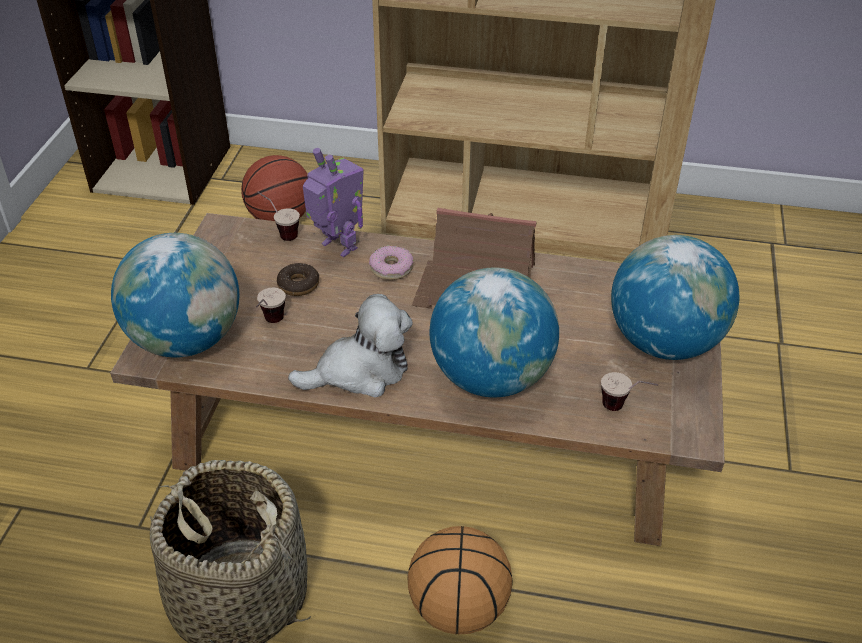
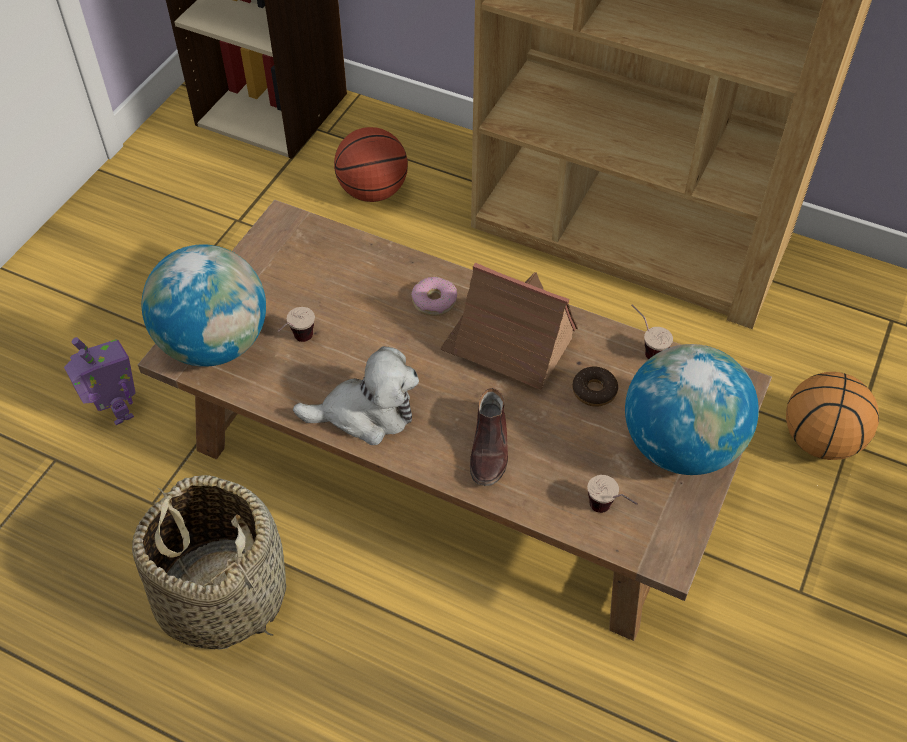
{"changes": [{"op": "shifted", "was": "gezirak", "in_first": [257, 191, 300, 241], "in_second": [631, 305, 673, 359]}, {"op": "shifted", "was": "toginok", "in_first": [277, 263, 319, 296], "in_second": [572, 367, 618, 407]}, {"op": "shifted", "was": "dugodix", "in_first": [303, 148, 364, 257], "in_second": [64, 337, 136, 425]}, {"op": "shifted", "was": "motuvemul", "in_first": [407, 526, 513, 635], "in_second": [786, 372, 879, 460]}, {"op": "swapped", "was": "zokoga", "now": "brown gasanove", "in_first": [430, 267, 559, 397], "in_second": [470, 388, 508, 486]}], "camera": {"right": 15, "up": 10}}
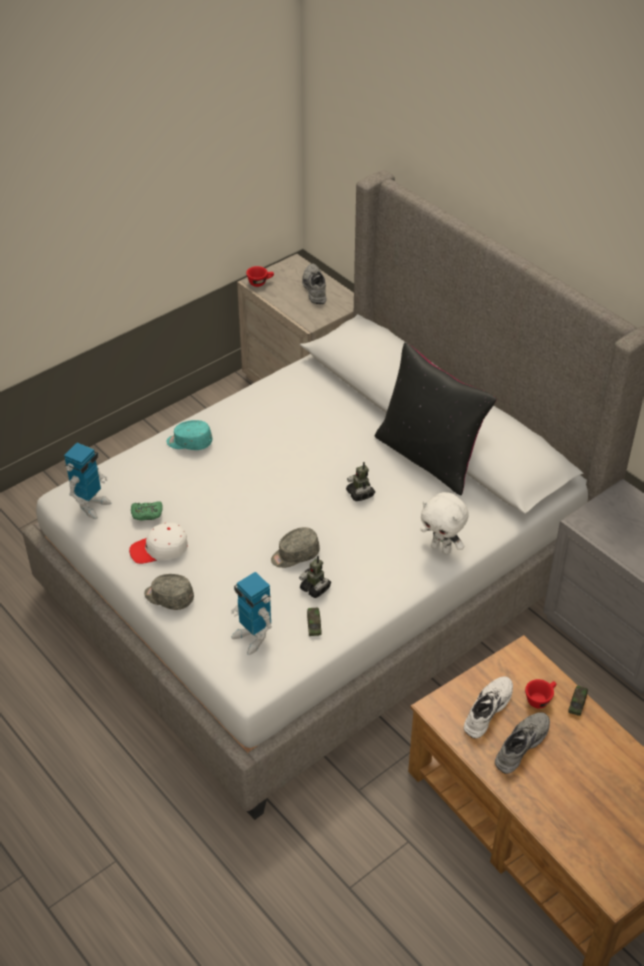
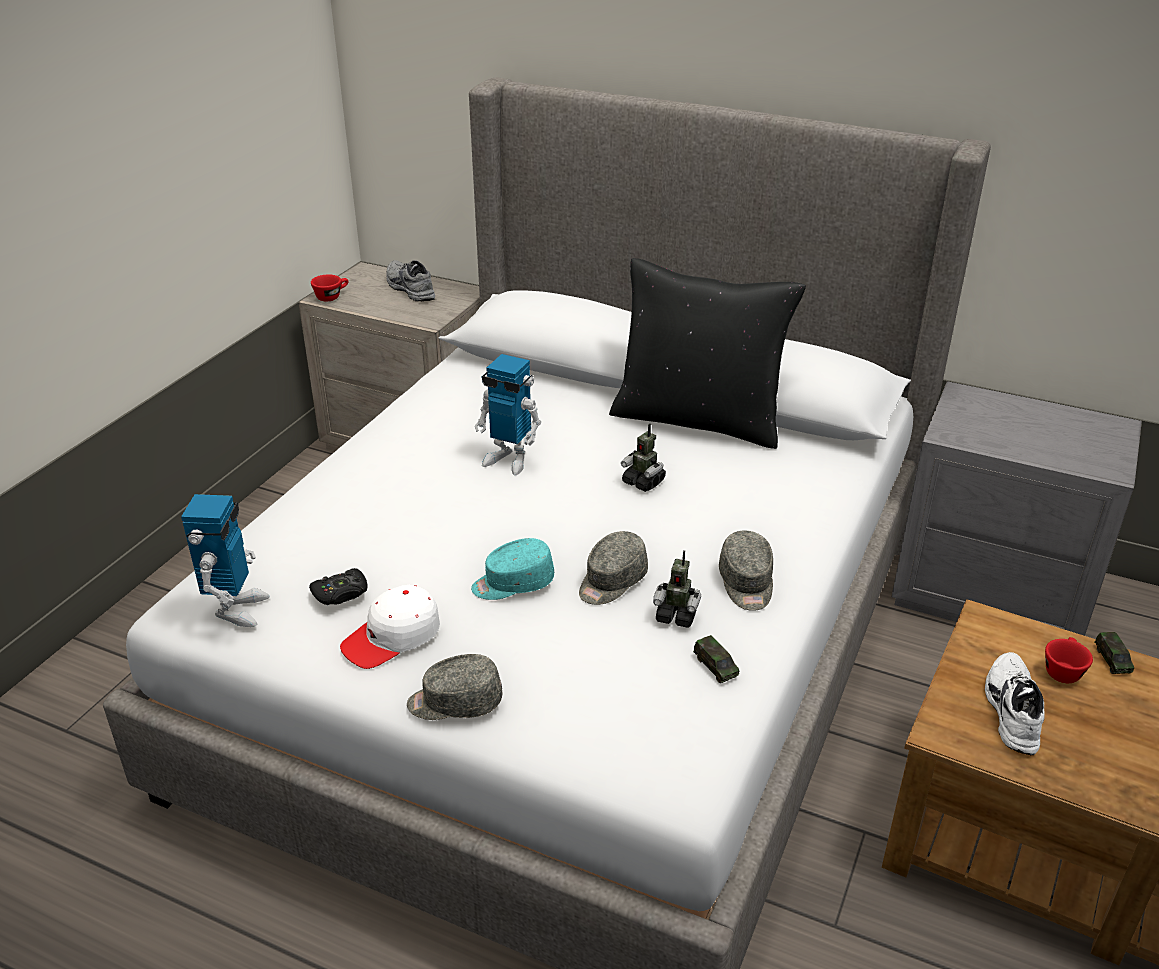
{"changes": [{"op": "repainted", "was": "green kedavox", "now": "black kedavox", "in_first": [131, 501, 163, 520], "in_second": [309, 568, 367, 605]}, {"op": "shifted", "was": "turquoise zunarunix", "in_first": [166, 420, 212, 450], "in_second": [471, 538, 554, 600]}, {"op": "shifted", "was": "dugodix", "in_first": [231, 572, 272, 655], "in_second": [475, 354, 541, 475]}, {"op": "gone", "was": "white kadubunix", "in_first": [420, 492, 469, 555]}, {"op": "gone", "was": "grey gasanove", "in_first": [495, 712, 550, 774]}, {"op": "new", "now": "grey zunarunix", "in_second": [719, 530, 773, 611]}], "camera": {"right": -25, "up": -10}}
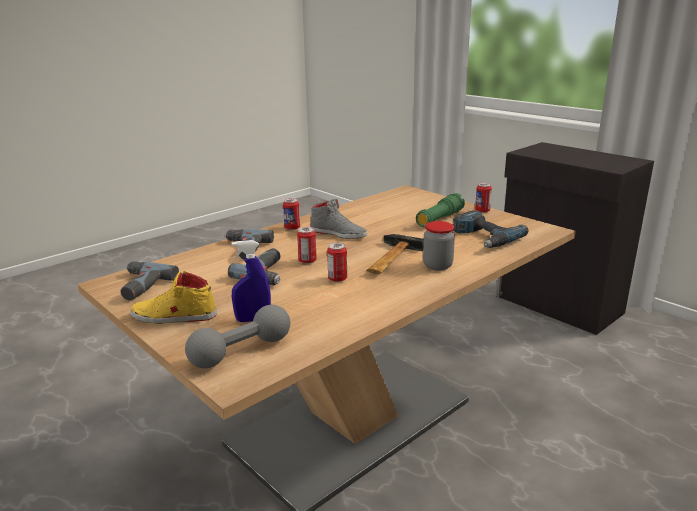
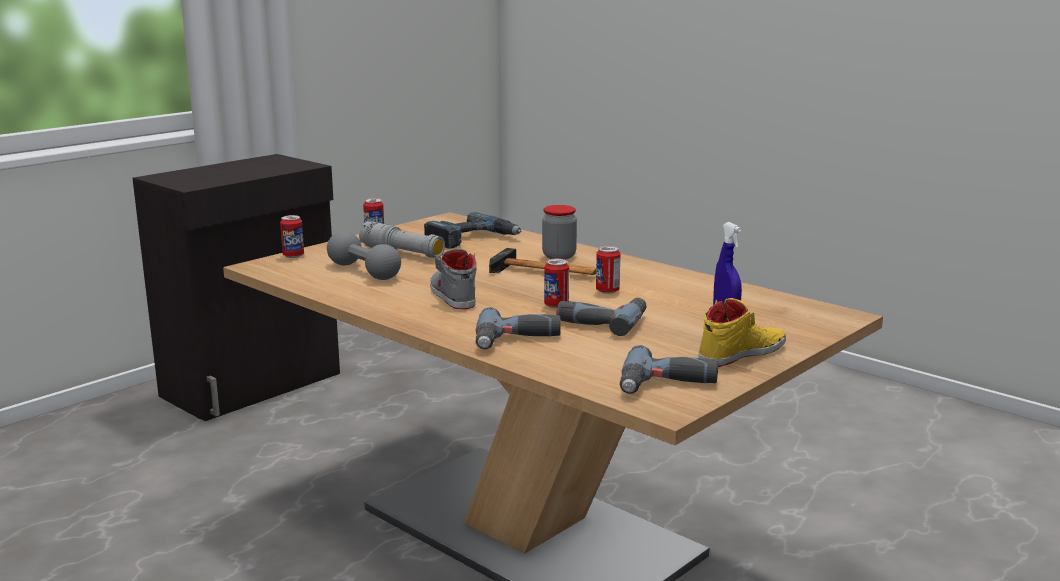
{"changes": [{"op": "rotated", "was": "yellow gasanove", "in_first": [130, 271, 217, 324], "in_second": [698, 298, 786, 367], "clockwise": -120}, {"op": "shifted", "was": "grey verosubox", "in_first": [185, 305, 290, 368], "in_second": [327, 231, 401, 280]}, {"op": "shifted", "was": "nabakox", "in_first": [283, 198, 300, 230], "in_second": [280, 215, 304, 258]}, {"op": "rotated", "was": "grey gasanove", "in_first": [310, 199, 367, 239], "in_second": [430, 249, 477, 309], "clockwise": -45}, {"op": "repainted", "was": "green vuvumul", "now": "grey vuvumul", "in_first": [416, 193, 465, 227], "in_second": [359, 221, 445, 258]}], "camera": {"right": -95, "up": -5}}
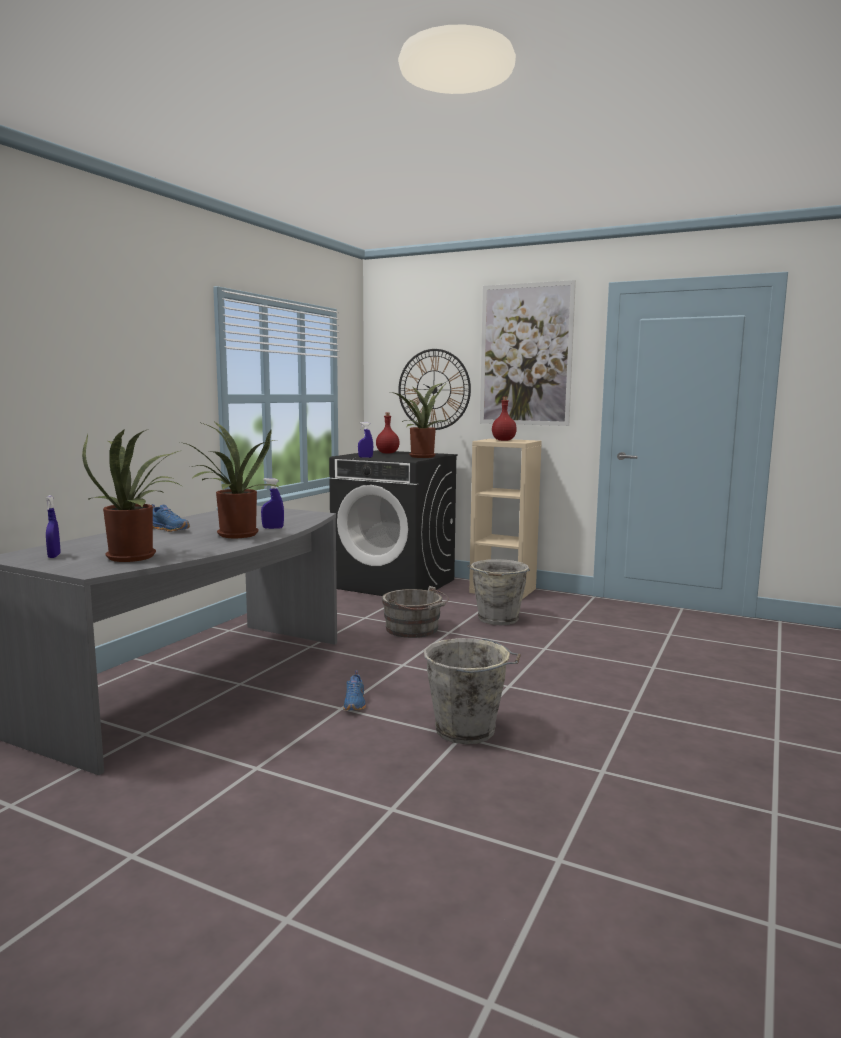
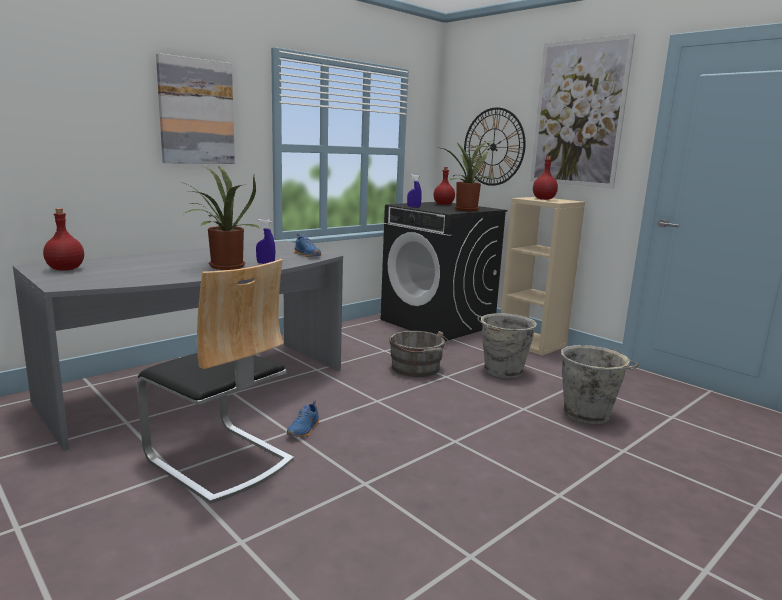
{"changes": [{"op": "swapped", "was": "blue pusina", "now": "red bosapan", "in_first": [45, 495, 60, 558], "in_second": [43, 208, 84, 271]}, {"op": "gone", "was": "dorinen", "in_first": [82, 429, 180, 562]}, {"op": "shifted", "was": "blue gasanove", "in_first": [151, 504, 190, 532], "in_second": [294, 234, 321, 257]}, {"op": "shifted", "was": "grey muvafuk", "in_first": [424, 638, 521, 744], "in_second": [561, 345, 639, 424]}, {"op": "new", "now": "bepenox", "in_second": [137, 259, 294, 504]}, {"op": "new", "now": "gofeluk", "in_second": [156, 53, 235, 164]}], "camera": {"right": 20, "up": 5}}
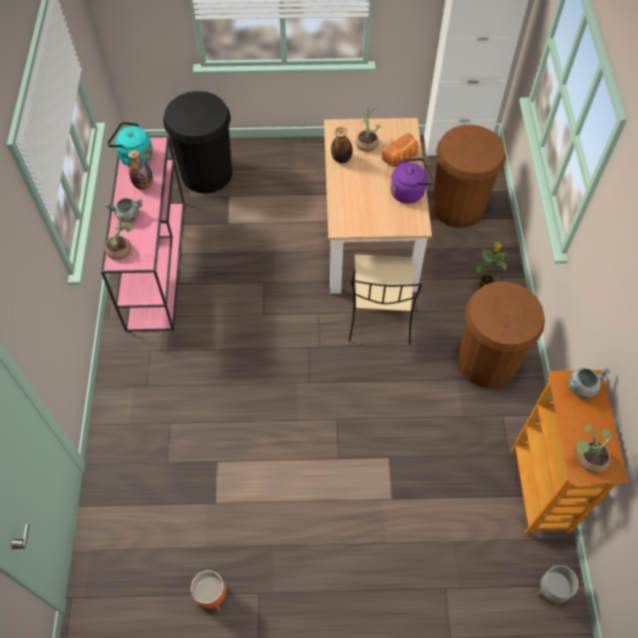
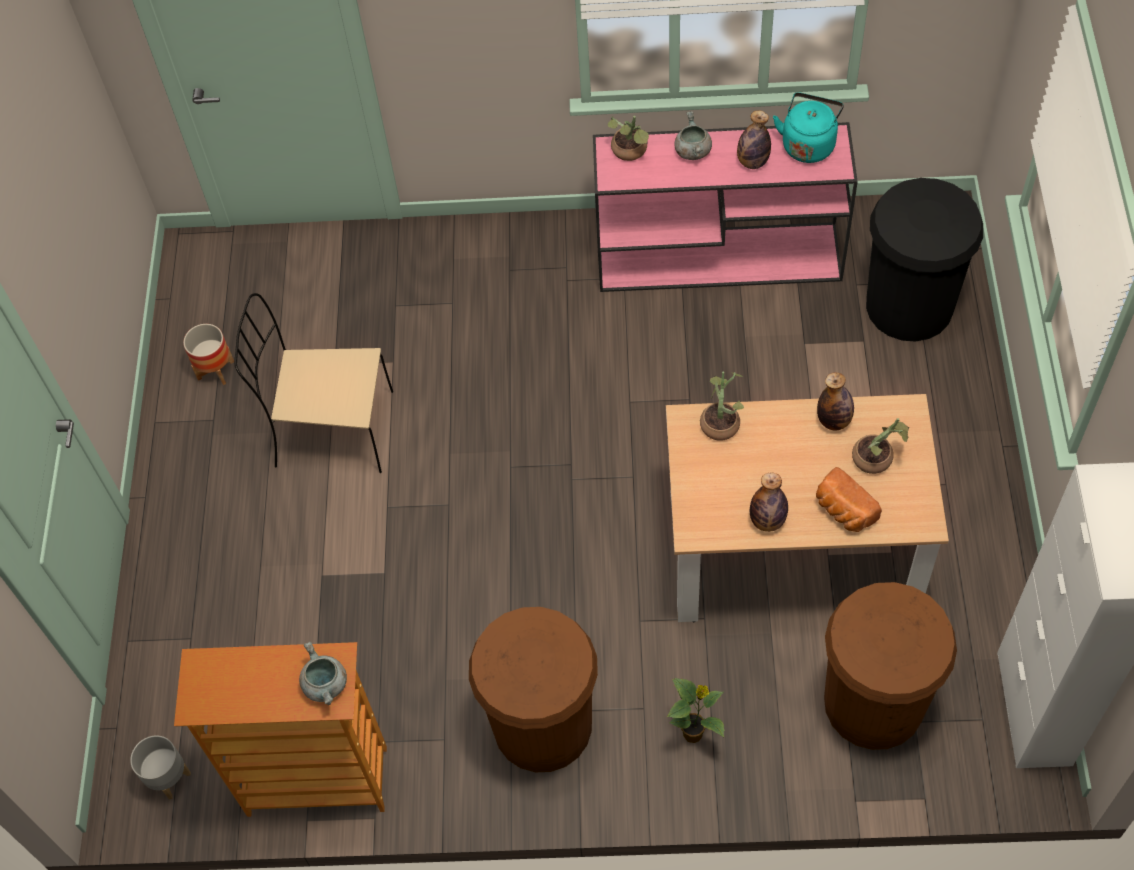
{"changes": [{"op": "shifted", "was": "beige bepenox", "in_first": [349, 254, 422, 345], "in_second": [235, 293, 393, 473]}, {"op": "swapped", "was": "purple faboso", "now": "bosapan", "in_first": [390, 158, 434, 204], "in_second": [750, 473, 788, 532]}, {"op": "shifted", "was": "dorinen", "in_first": [575, 424, 612, 473], "in_second": [700, 372, 744, 441]}], "camera": {"right": 95, "up": 0}}
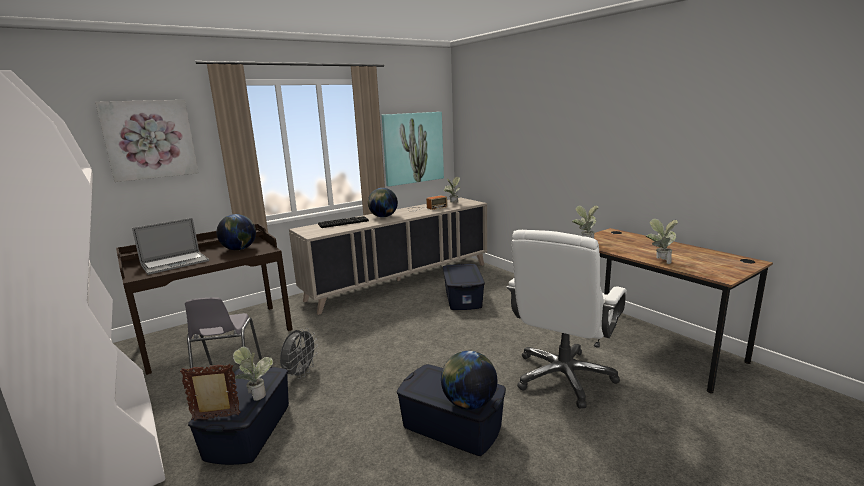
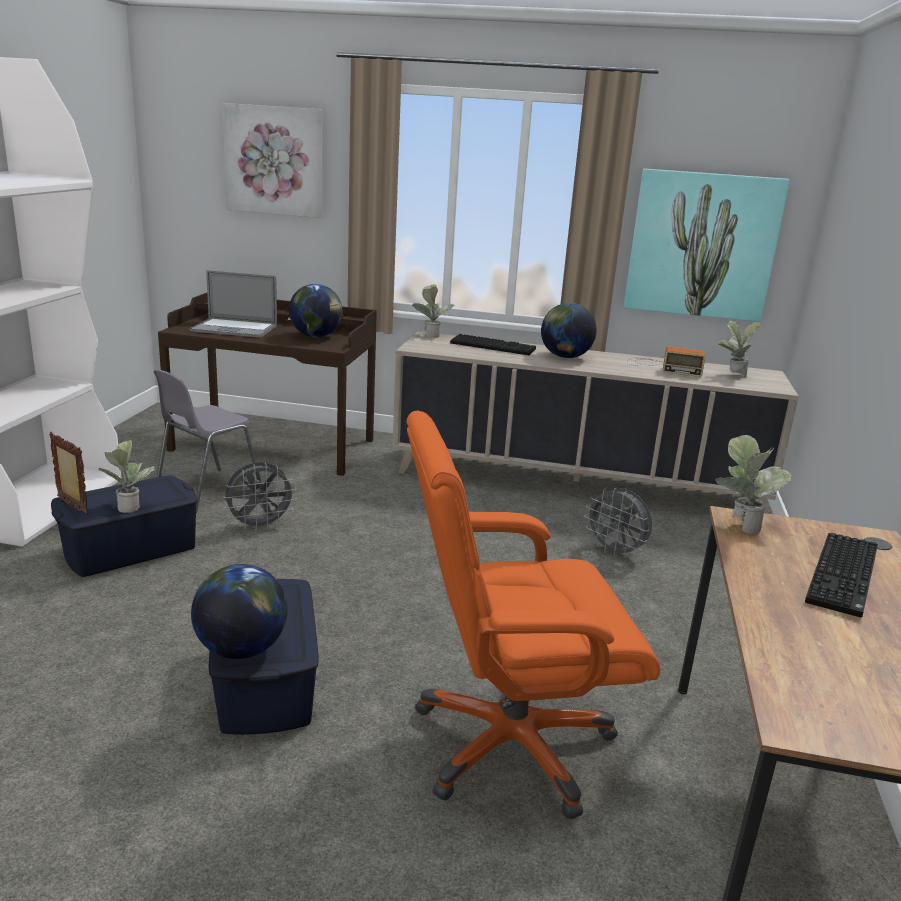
{"changes": [{"op": "swapped", "was": "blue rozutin", "now": "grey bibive", "in_first": [443, 264, 485, 310], "in_second": [584, 487, 652, 558]}, {"op": "repainted", "was": "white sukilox", "now": "orange sukilox", "in_first": [506, 230, 627, 408], "in_second": [406, 411, 661, 819]}, {"op": "shifted", "was": "dorinen", "in_first": [646, 219, 678, 264], "in_second": [412, 284, 454, 338]}, {"op": "new", "now": "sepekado", "in_second": [805, 533, 878, 618]}], "camera": {"right": 45, "up": 5}}
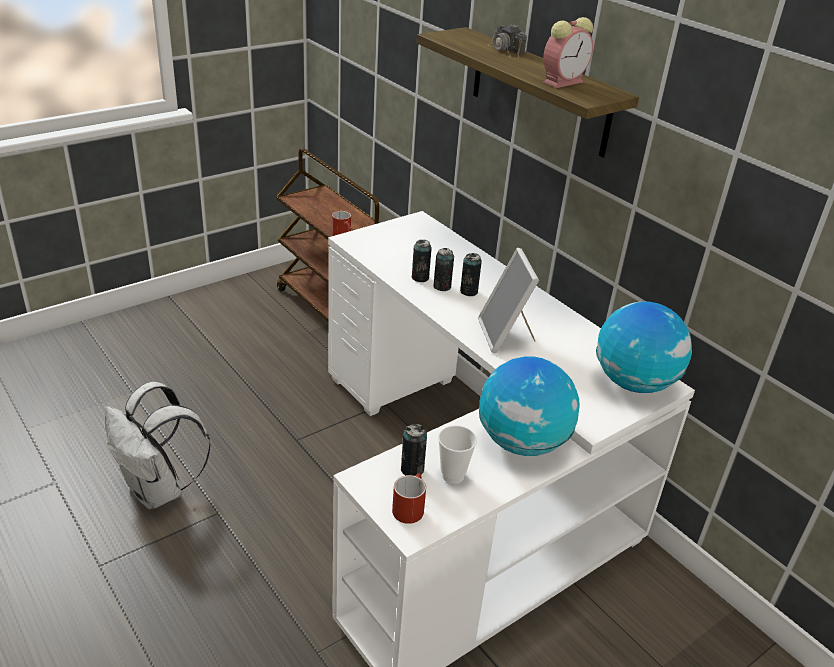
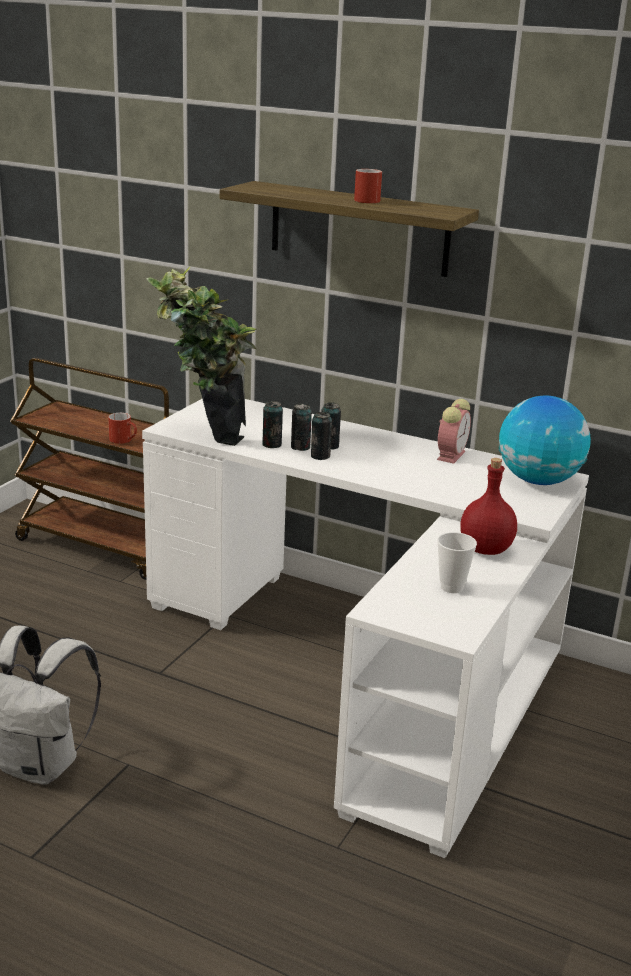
{"changes": [{"op": "shifted", "was": "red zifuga", "in_first": [392, 473, 426, 524], "in_second": [354, 169, 382, 203]}, {"op": "shifted", "was": "nabakox", "in_first": [401, 424, 427, 476], "in_second": [311, 412, 332, 460]}, {"op": "gone", "was": "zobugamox", "in_first": [478, 248, 539, 353]}, {"op": "swapped", "was": "zokoga", "now": "red bosapan", "in_first": [479, 356, 580, 456], "in_second": [460, 458, 517, 555]}, {"op": "gone", "was": "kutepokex", "in_first": [487, 24, 527, 59]}, {"op": "shifted", "was": "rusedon", "in_first": [543, 17, 593, 88], "in_second": [437, 399, 471, 464]}, {"op": "new", "now": "dorinen", "in_second": [146, 267, 256, 446]}], "camera": {"right": -25, "up": -10}}
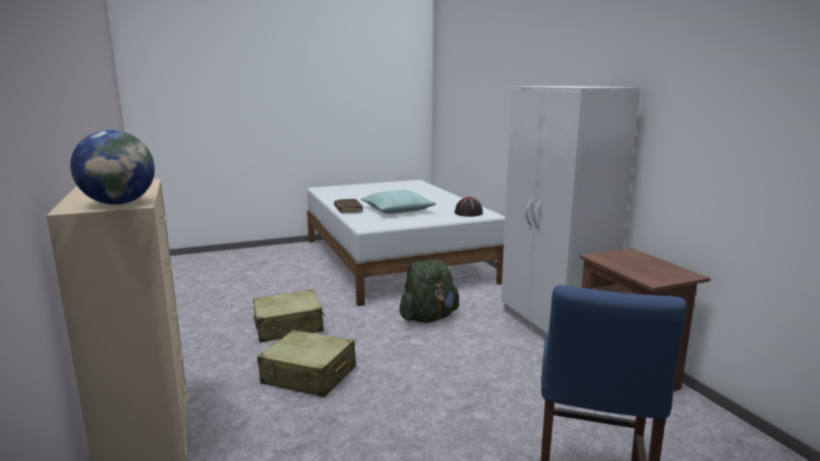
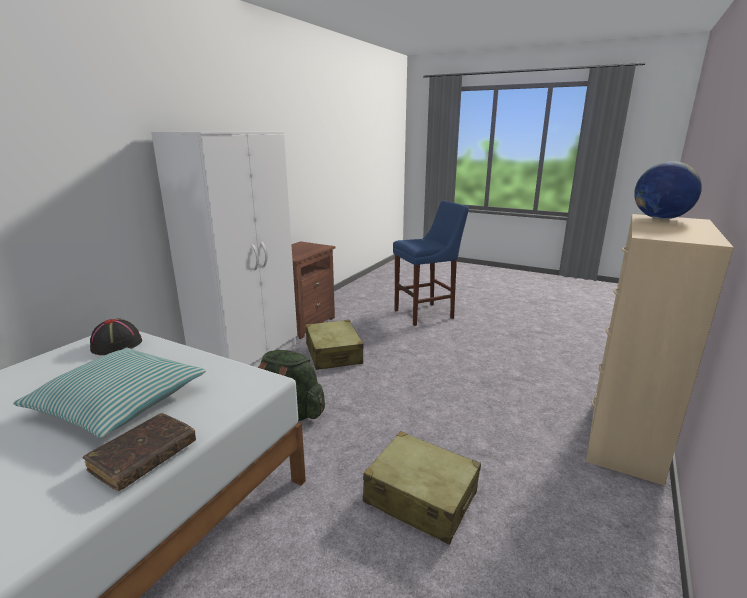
{"changes": [{"op": "shifted", "was": "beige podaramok", "in_first": [257, 330, 356, 397], "in_second": [305, 320, 364, 370]}], "camera": {"right": -130, "up": 5}}
